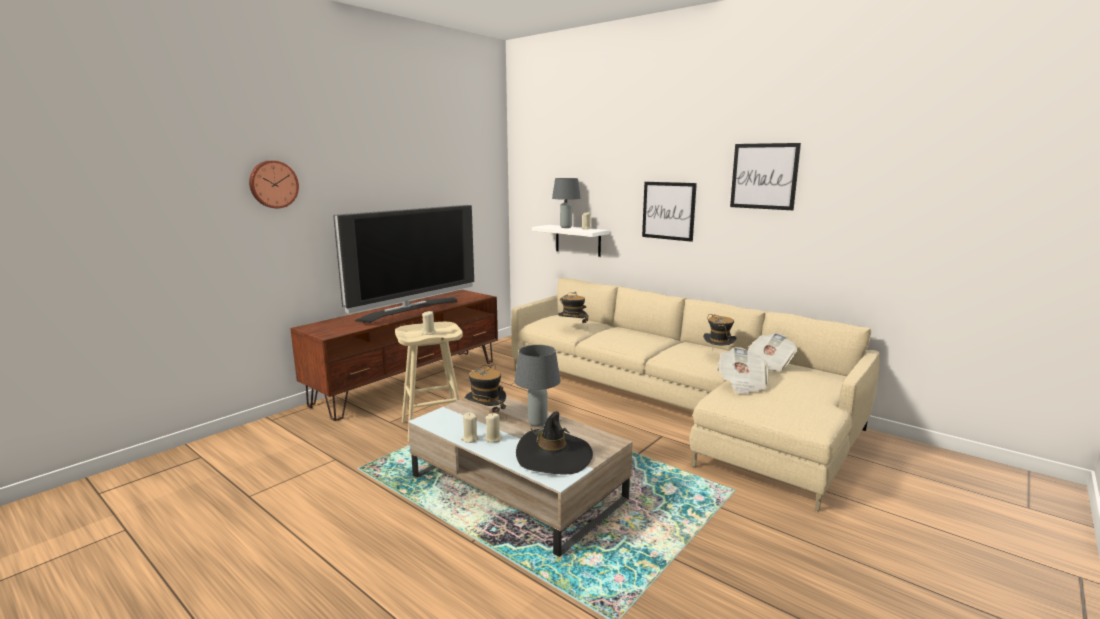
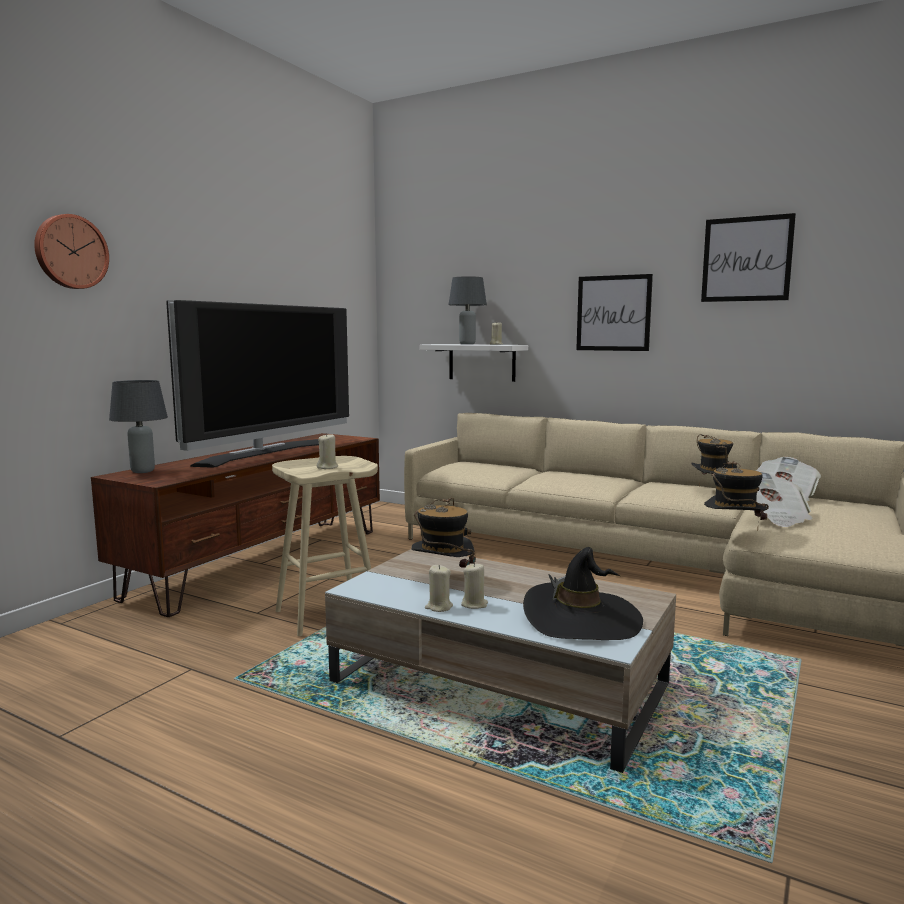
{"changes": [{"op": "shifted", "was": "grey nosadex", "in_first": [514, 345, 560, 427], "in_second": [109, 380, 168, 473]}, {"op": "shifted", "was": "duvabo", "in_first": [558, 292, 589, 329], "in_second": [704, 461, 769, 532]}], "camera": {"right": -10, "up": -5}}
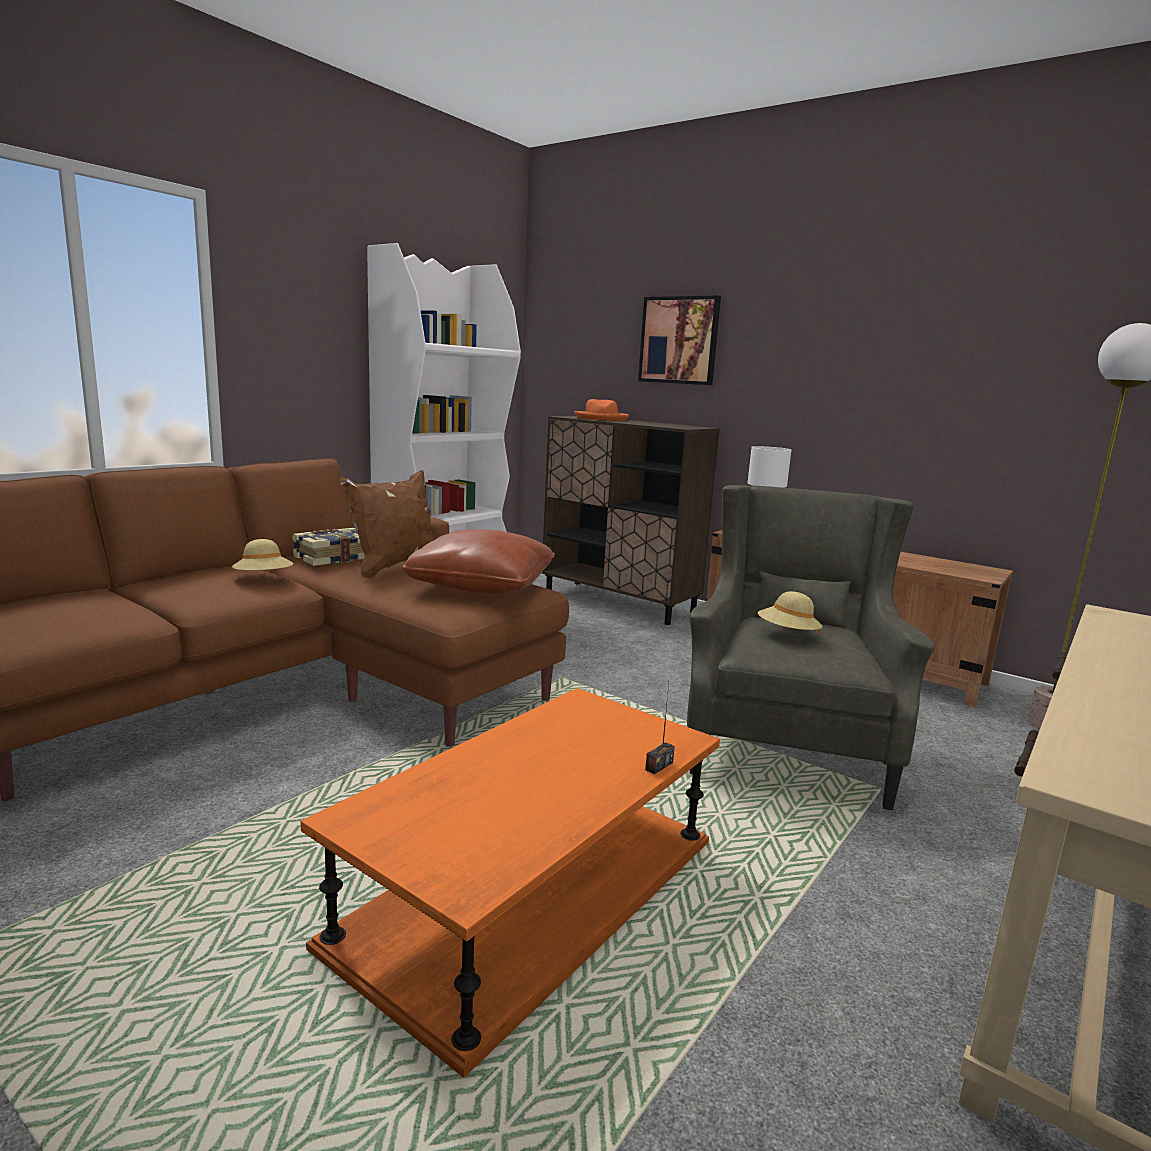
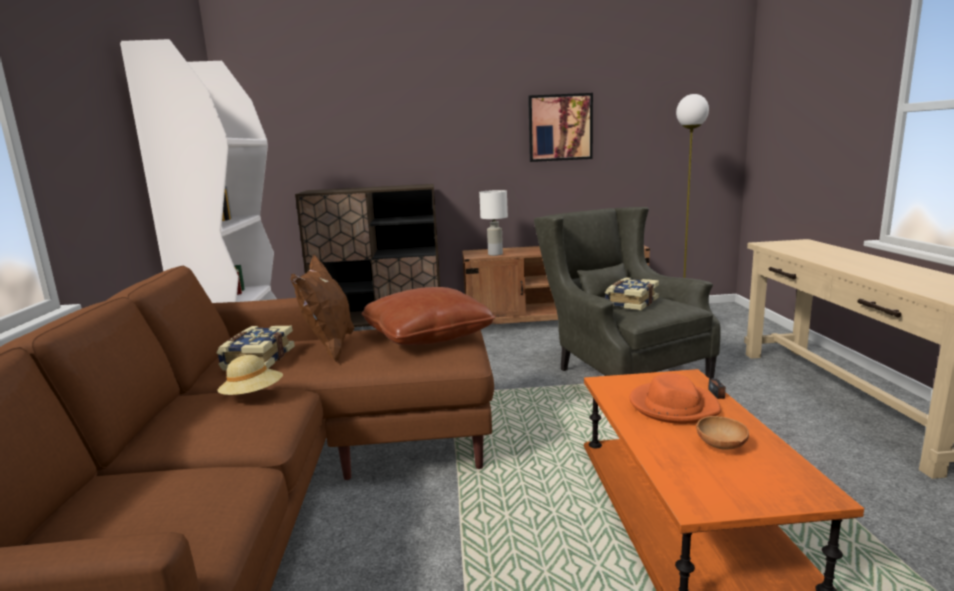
{"changes": [{"op": "shifted", "was": "orange duvabo", "in_first": [574, 399, 629, 421], "in_second": [630, 373, 721, 424]}, {"op": "shifted", "was": "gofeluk", "in_first": [638, 296, 721, 385], "in_second": [528, 93, 593, 162]}, {"op": "swapped", "was": "beige duvabo", "now": "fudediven", "in_first": [758, 591, 823, 635], "in_second": [605, 277, 659, 310]}, {"op": "new", "now": "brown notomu", "in_second": [696, 416, 749, 450]}], "camera": {"right": -40, "up": 0}}
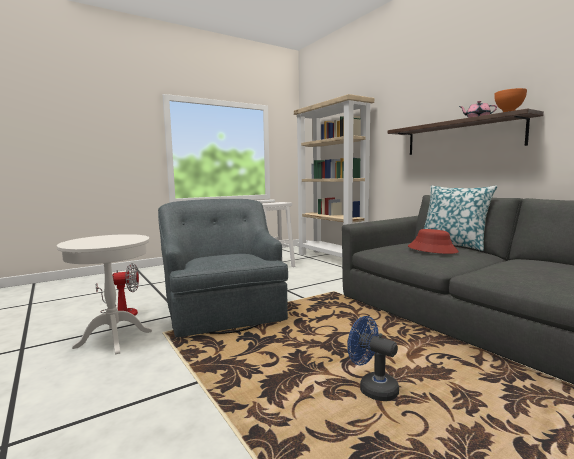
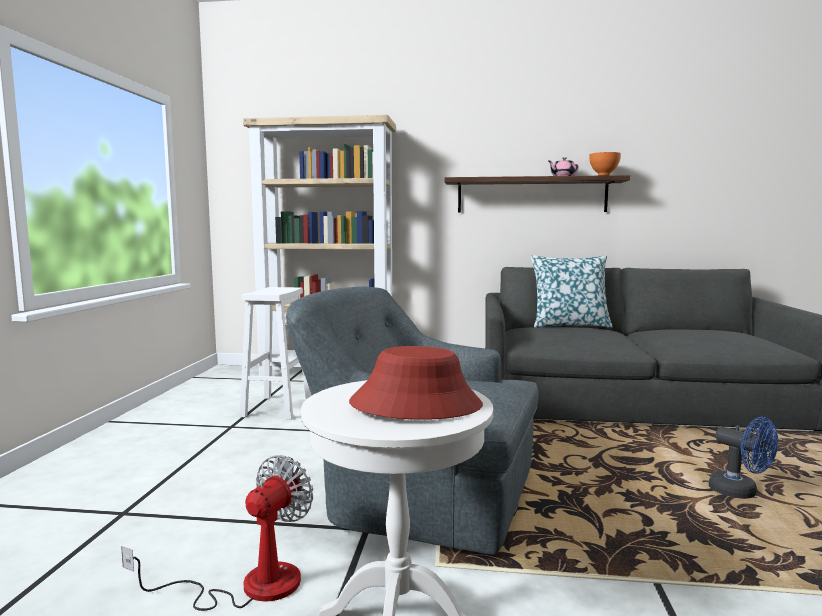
{"changes": [{"op": "rotated", "was": "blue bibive", "in_first": [347, 316, 399, 401], "in_second": [709, 417, 778, 499], "clockwise": -120}, {"op": "shifted", "was": "red duvabo", "in_first": [408, 229, 459, 254], "in_second": [349, 346, 483, 420]}], "camera": {"right": -50, "up": 0}}
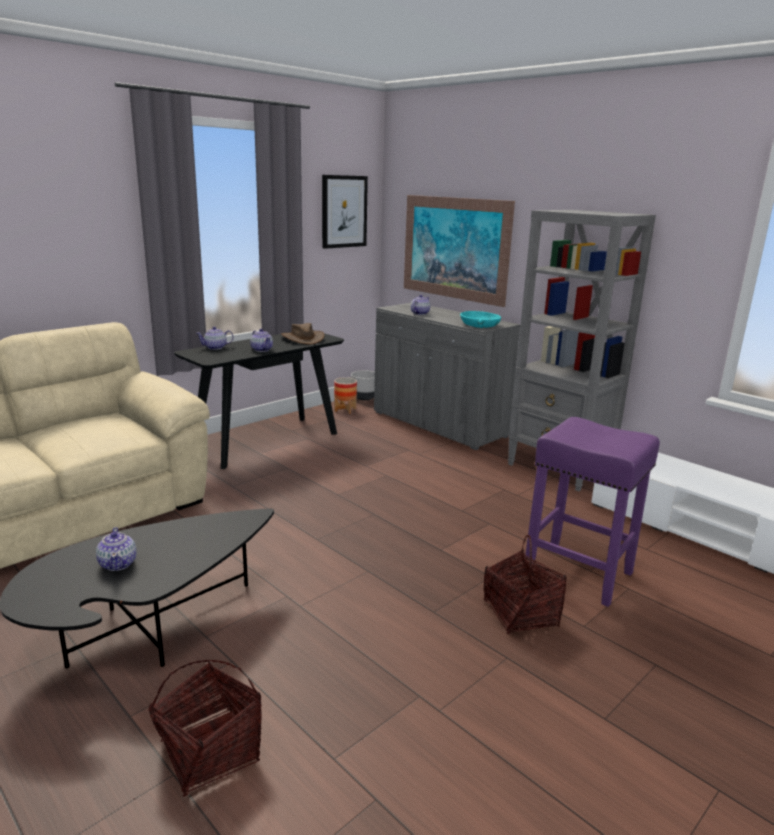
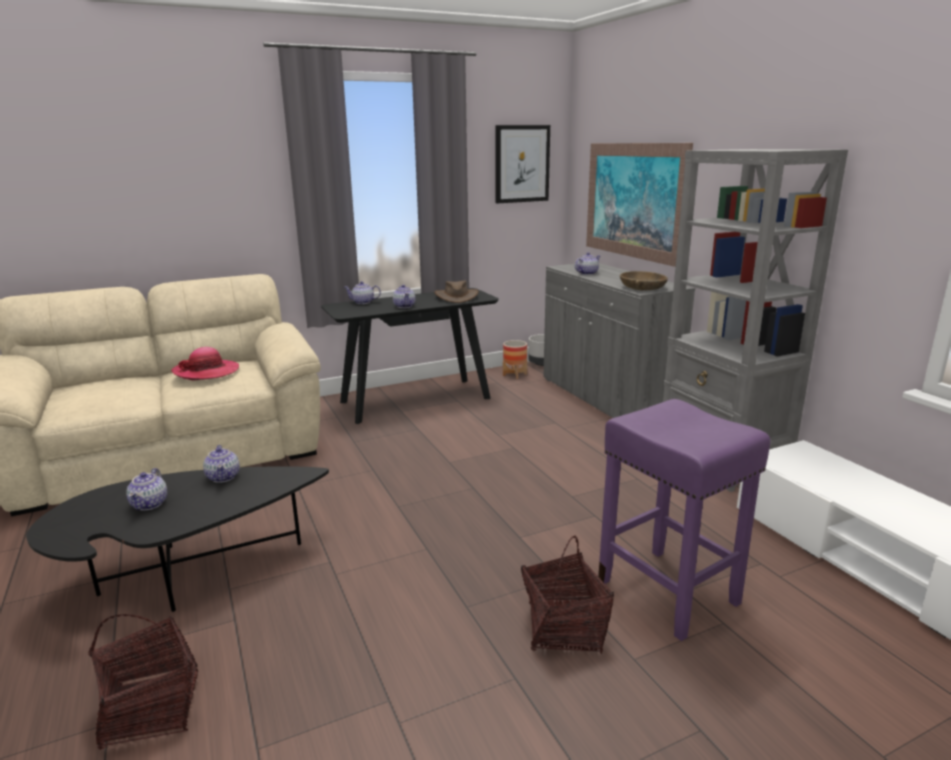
{"changes": [{"op": "repainted", "was": "turquoise notomu", "now": "brown notomu", "in_first": [460, 311, 501, 328], "in_second": [620, 271, 668, 291]}, {"op": "new", "now": "duvabo", "in_second": [171, 347, 239, 381]}, {"op": "new", "now": "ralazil", "in_second": [203, 445, 240, 483]}], "camera": {"right": 20, "up": 0}}
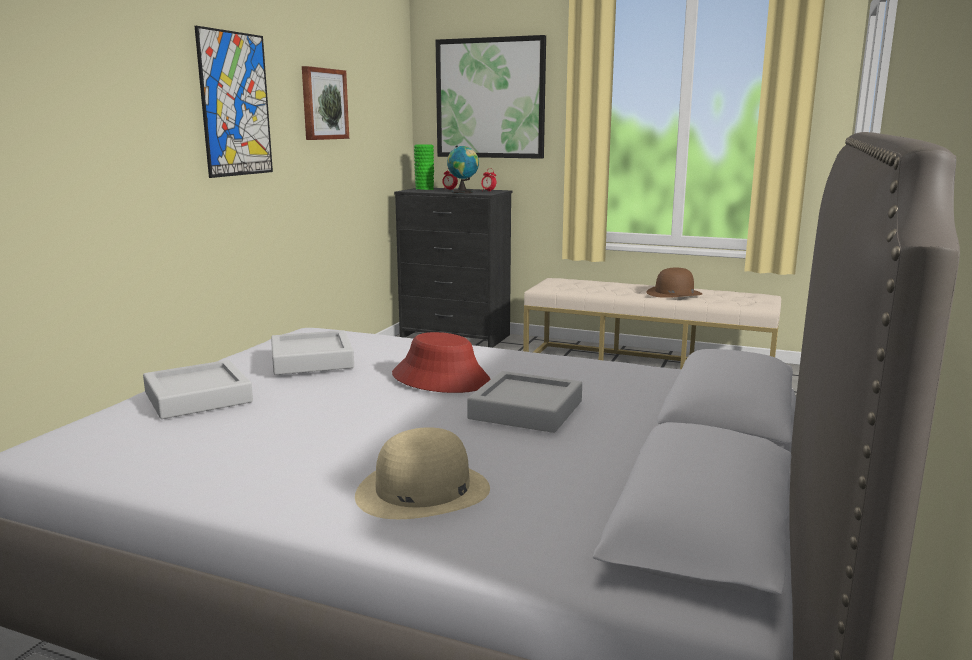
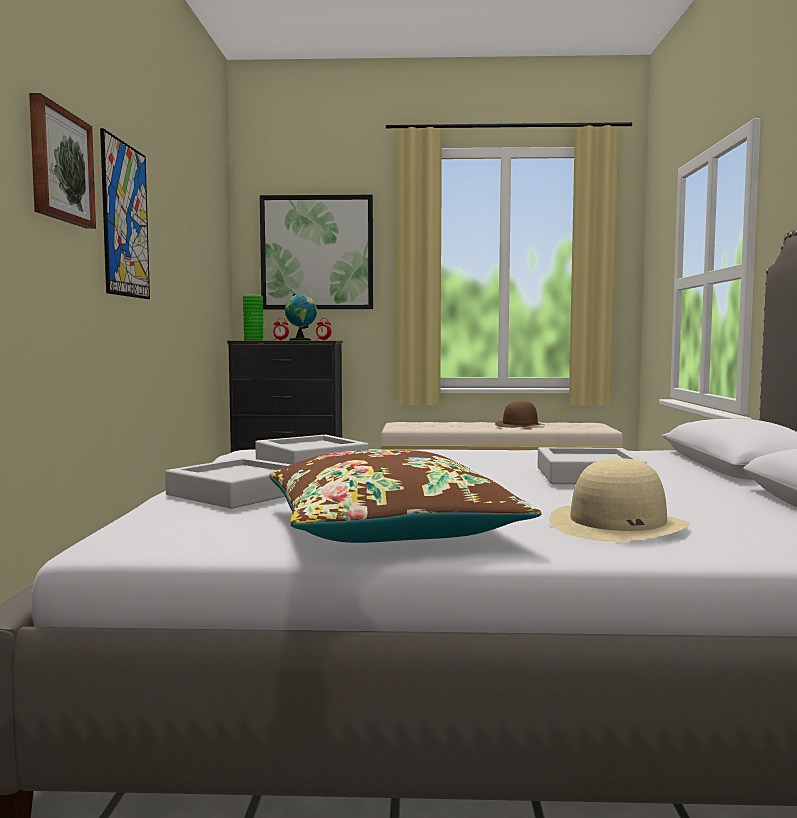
{"changes": [{"op": "shifted", "was": "gofeluk", "in_first": [302, 66, 349, 140], "in_second": [29, 93, 96, 229]}, {"op": "gone", "was": "red duvabo", "in_first": [392, 332, 491, 393]}, {"op": "new", "now": "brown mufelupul", "in_second": [269, 450, 541, 543]}], "camera": {"right": -20, "up": -10}}
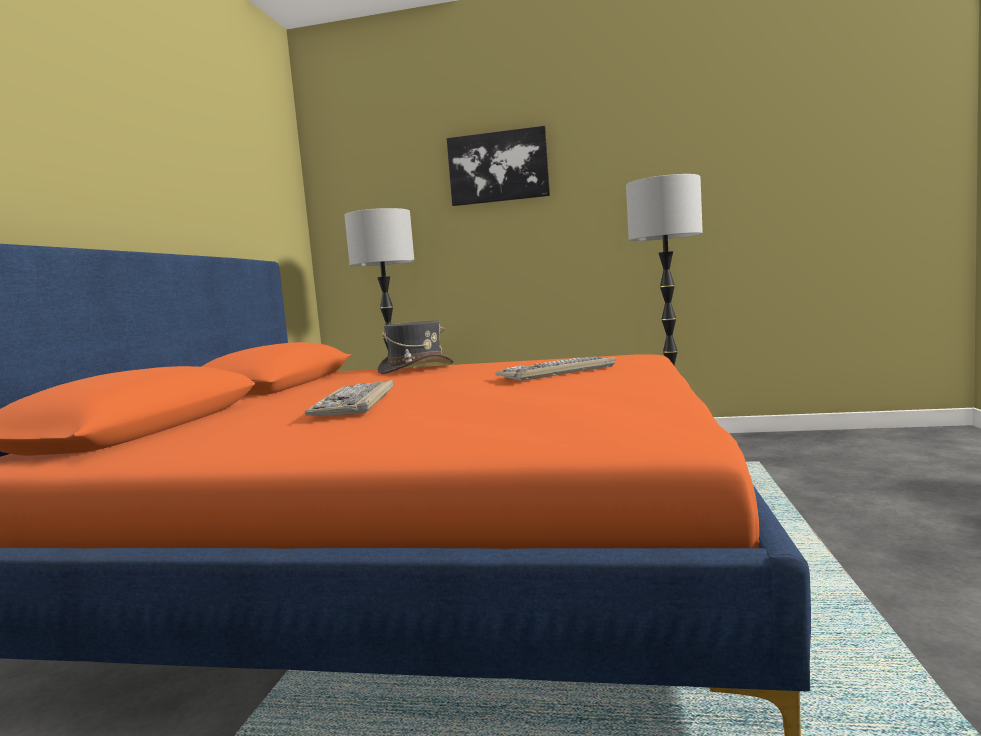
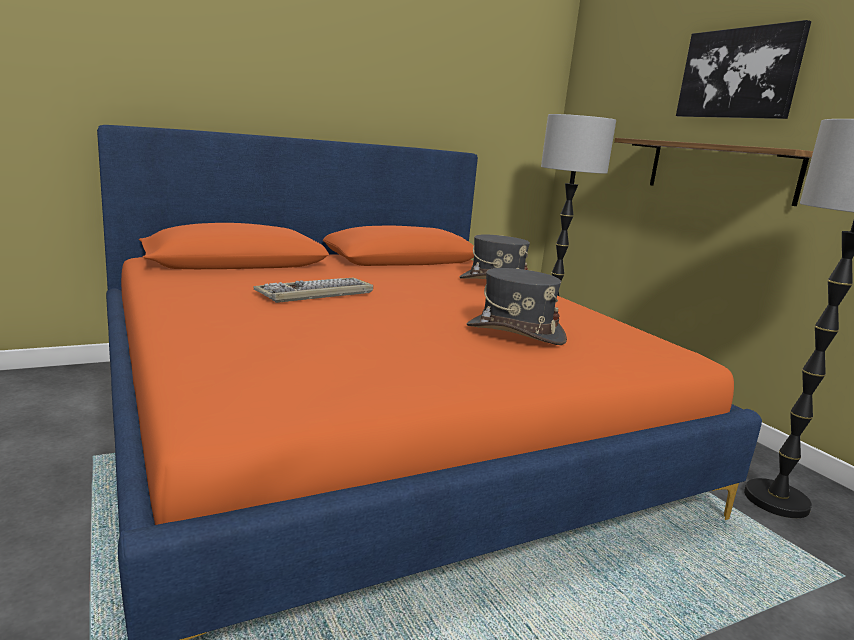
{"changes": [{"op": "swapped", "was": "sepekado", "now": "grey duvabo", "in_first": [495, 357, 616, 381], "in_second": [467, 268, 567, 345]}, {"op": "new", "now": "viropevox", "in_second": [614, 138, 813, 206]}], "camera": {"right": 50, "up": 10}}
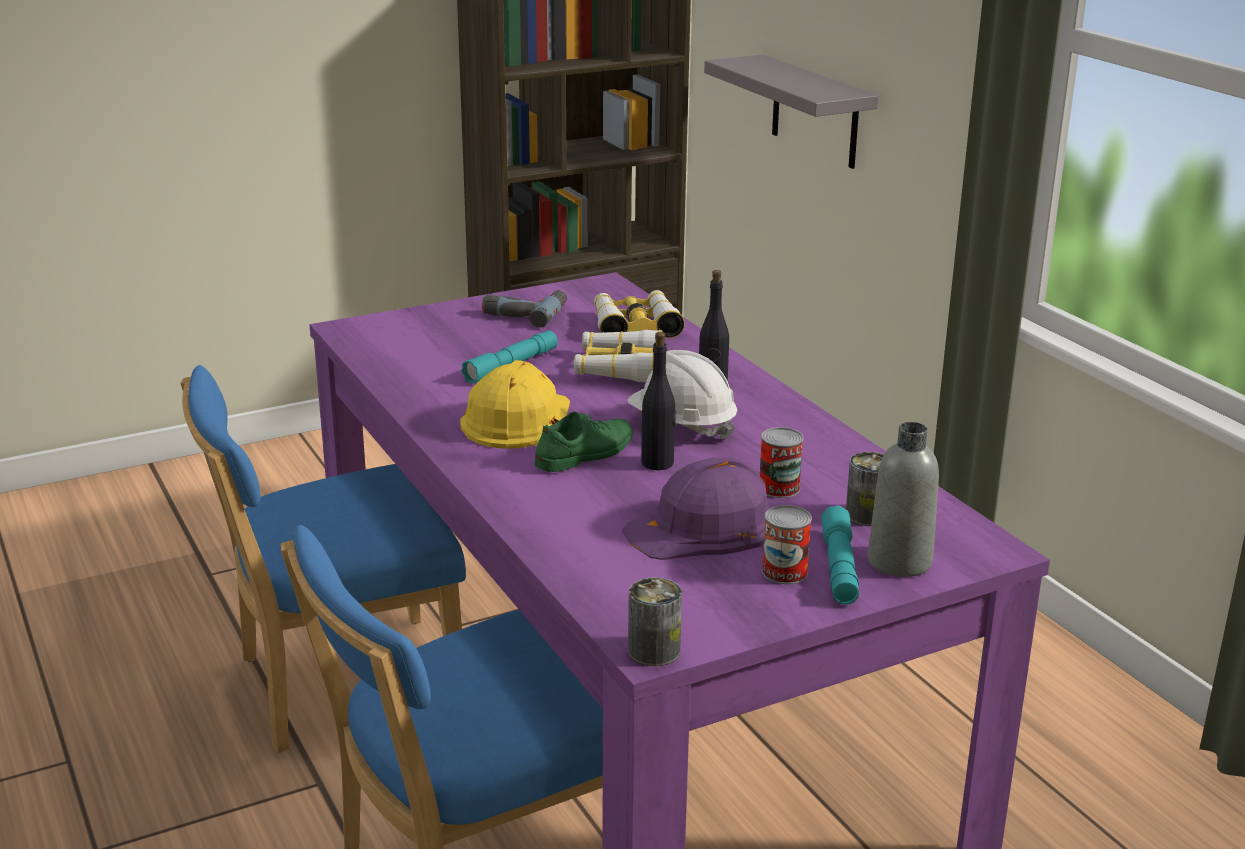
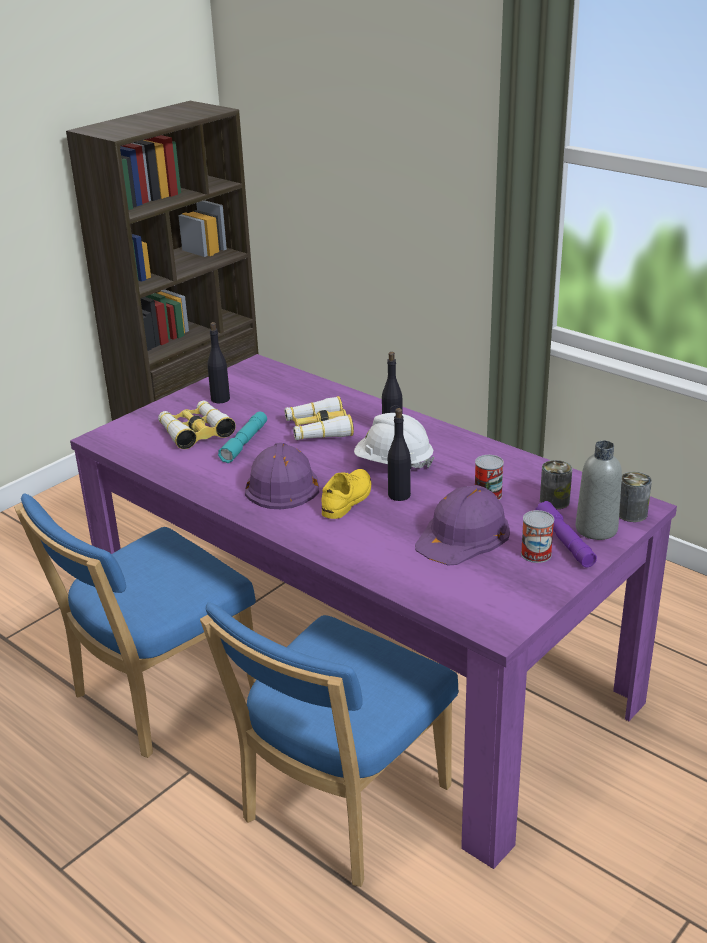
{"changes": [{"op": "repainted", "was": "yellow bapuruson", "now": "purple bapuruson", "in_first": [460, 360, 570, 449], "in_second": [245, 443, 319, 509]}, {"op": "swapped", "was": "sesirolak", "now": "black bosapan", "in_first": [482, 290, 567, 328], "in_second": [207, 322, 230, 403]}, {"op": "repainted", "was": "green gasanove", "now": "yellow gasanove", "in_first": [535, 411, 633, 472], "in_second": [322, 469, 371, 519]}, {"op": "shifted", "was": "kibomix", "in_first": [594, 290, 685, 338], "in_second": [158, 400, 236, 449]}, {"op": "shifted", "was": "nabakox", "in_first": [628, 577, 682, 666], "in_second": [619, 472, 652, 522]}, {"op": "gone", "was": "grey viropevox", "in_first": [704, 54, 878, 169]}, {"op": "repainted", "was": "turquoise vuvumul", "now": "purple vuvumul", "in_first": [821, 505, 859, 605], "in_second": [535, 501, 597, 567]}], "camera": {"right": -20, "up": 5}}
